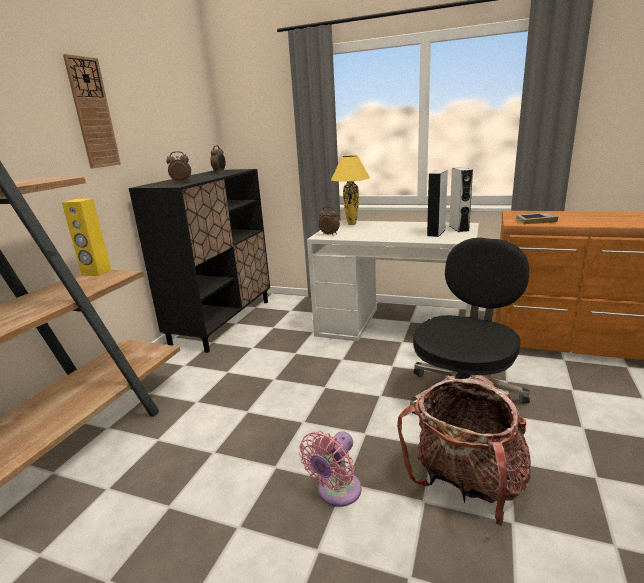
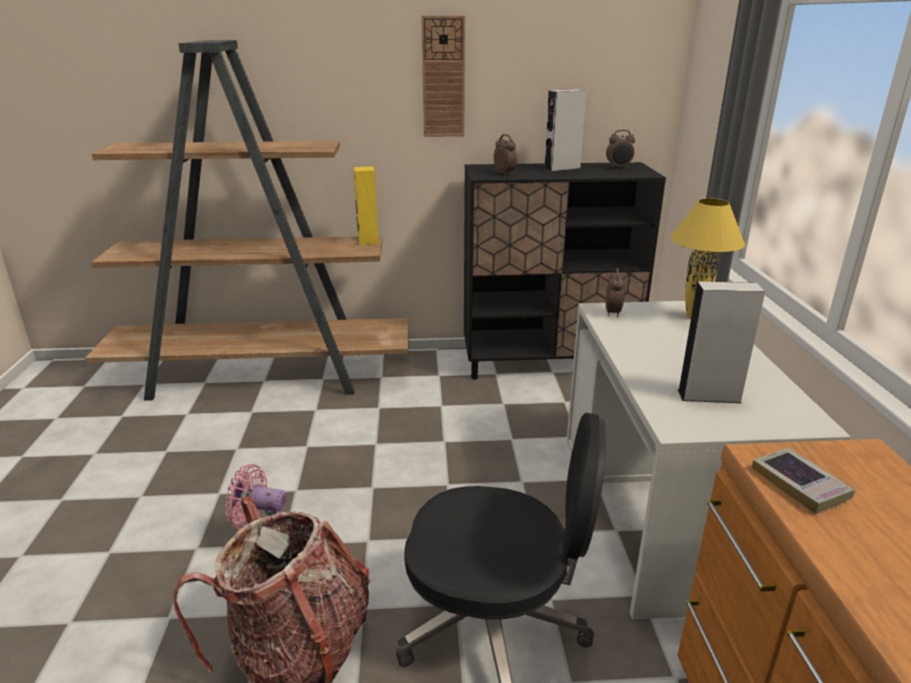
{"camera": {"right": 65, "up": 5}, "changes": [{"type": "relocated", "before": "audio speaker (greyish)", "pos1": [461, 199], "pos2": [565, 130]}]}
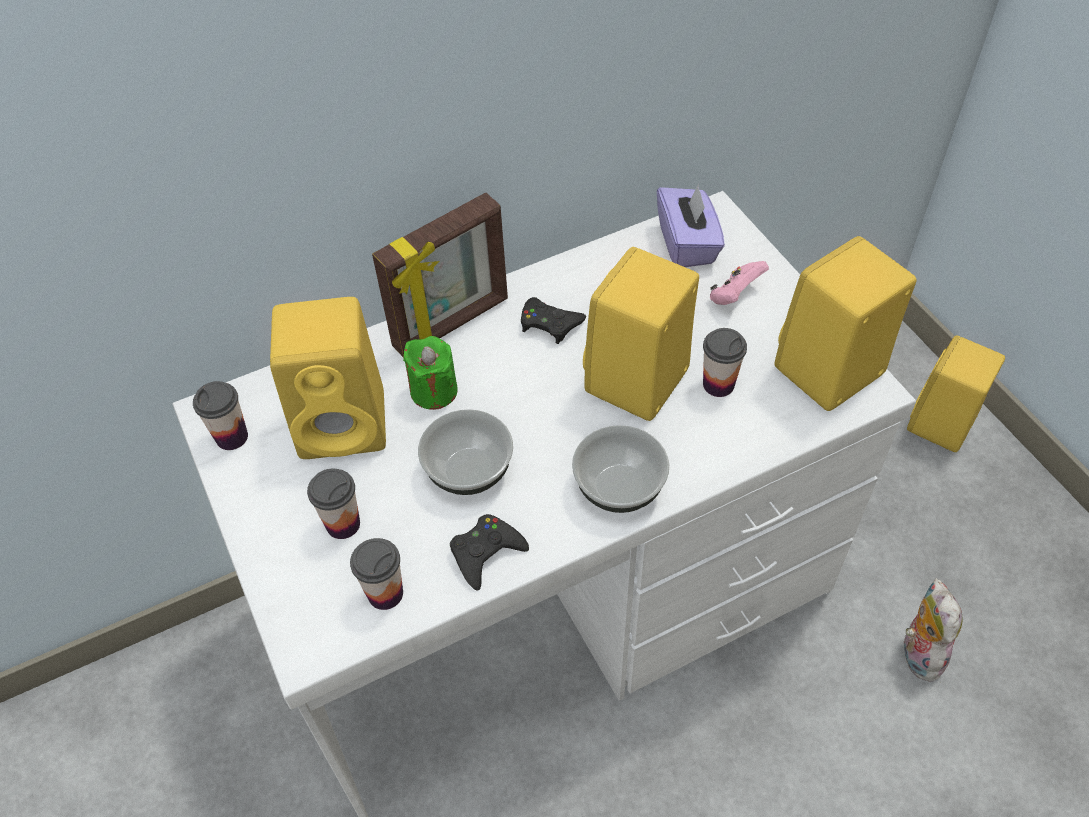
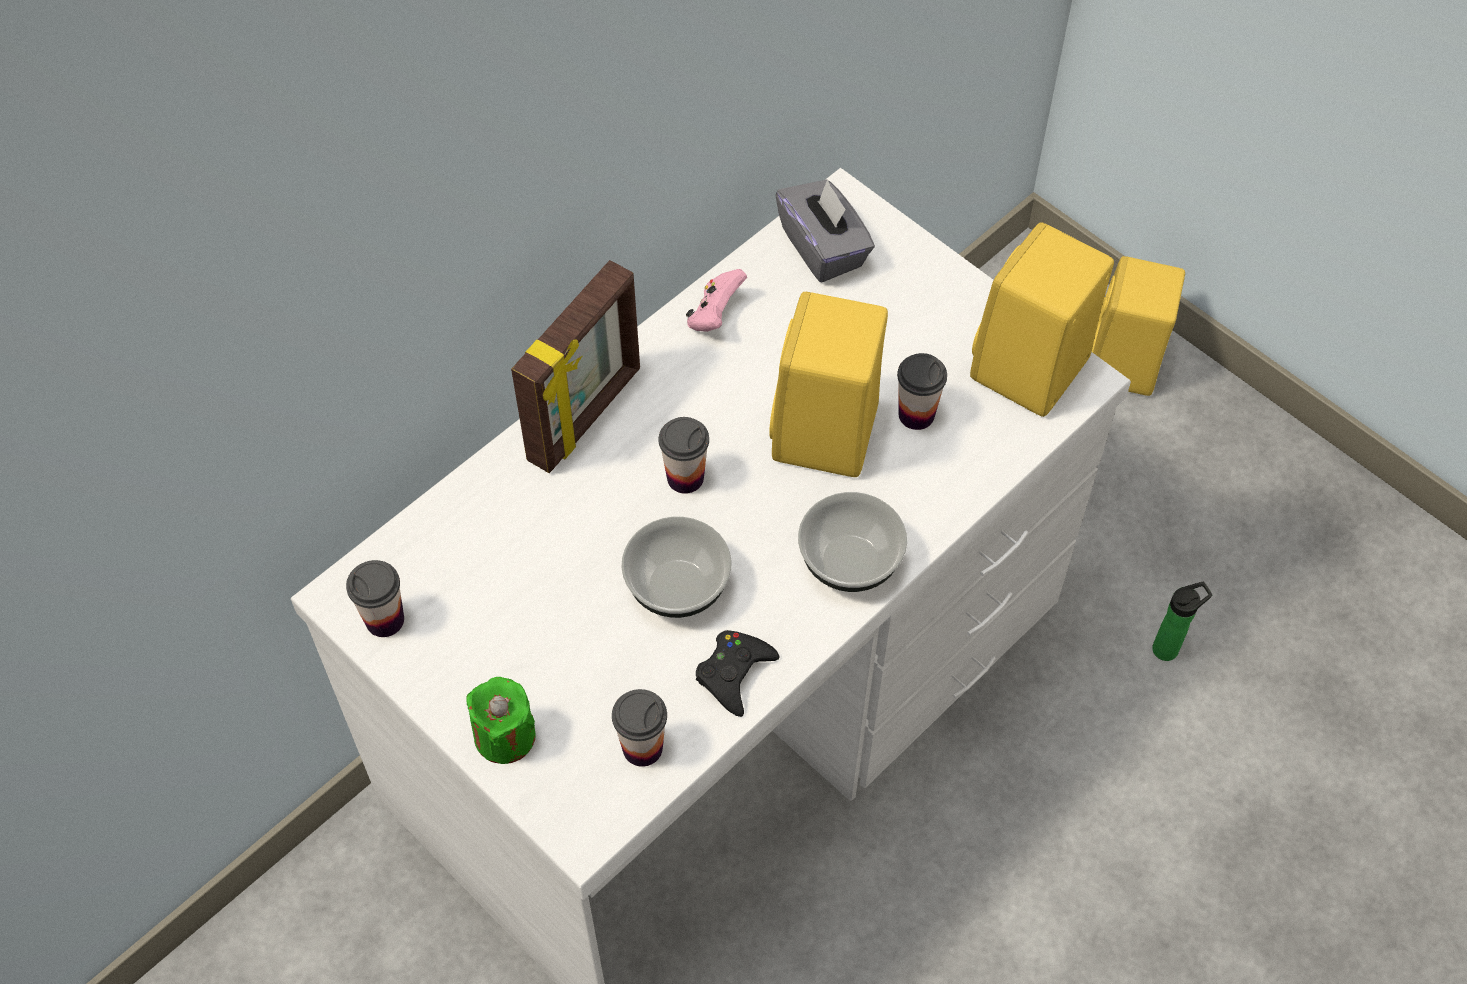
{"camera": {"right": -20, "up": 5}, "changes": [{"type": "colour", "before": "box of tissues (purple)", "after": "box of tissues (greyish)", "pos1": [691, 225], "pos2": [825, 230]}, {"type": "relocated", "before": "gamepad (pinkish)", "pos1": [739, 283], "pos2": [716, 300]}, {"type": "missing", "before": "audio speaker (yellowish)", "pos1": [328, 378]}, {"type": "missing", "before": "gamepad (blackish)", "pos1": [553, 320]}, {"type": "relocated", "before": "wax light (green-coloured)", "pos1": [430, 373], "pos2": [501, 720]}, {"type": "relocated", "before": "cup", "pos1": [333, 504], "pos2": [684, 455]}, {"type": "exchanged", "before": "cuddly toy", "after": "drink bottle", "pos1": [933, 630], "pos2": [1182, 621]}]}
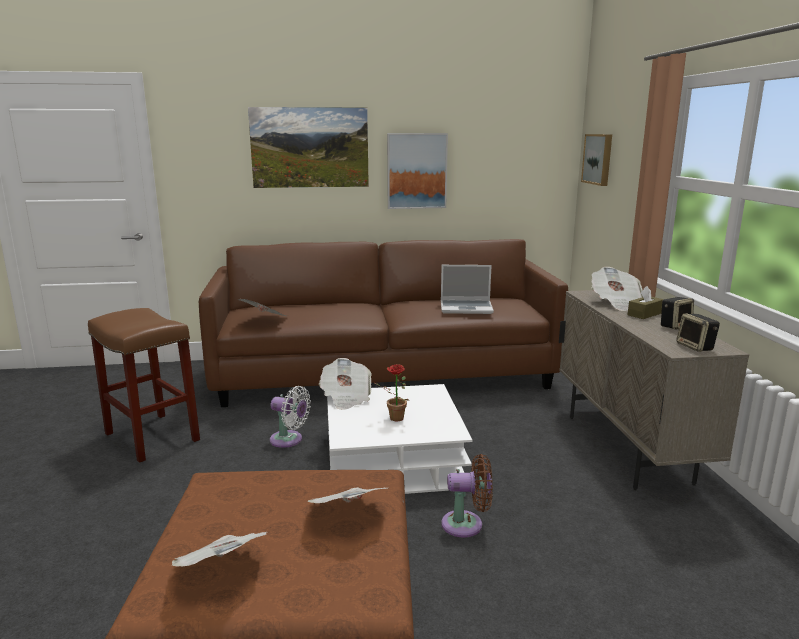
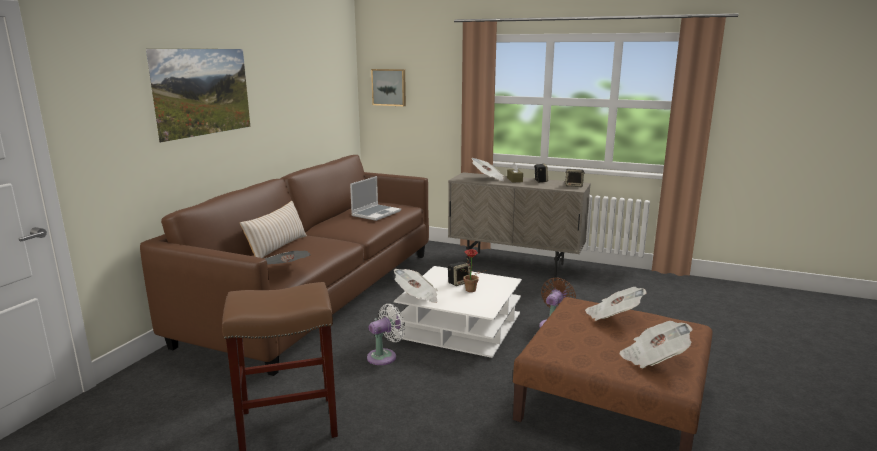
{"camera": {"right": -60, "up": 0}, "changes": [{"type": "missing", "before": "picture", "pos1": [417, 171]}, {"type": "appeared", "after": "cushion (sand-coloured)", "pos2": [273, 229]}, {"type": "appeared", "after": "audio speaker", "pos2": [459, 274]}]}
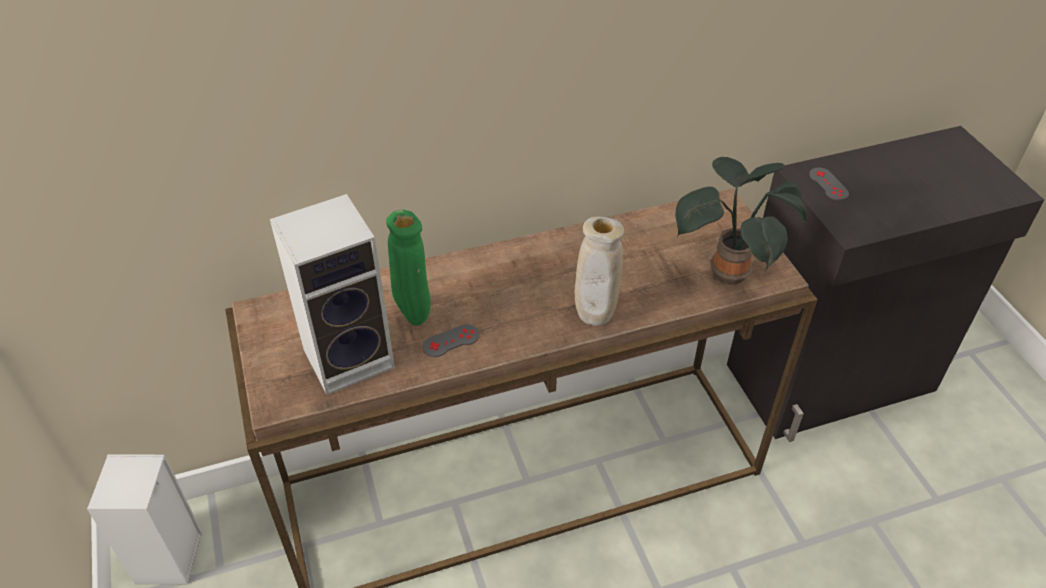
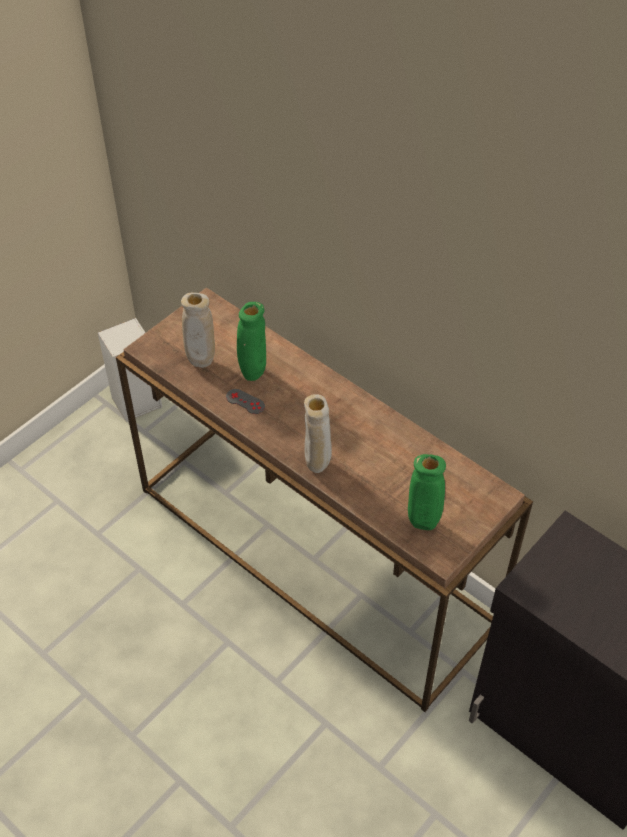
{"camera": {"right": 60, "up": 5}, "changes": [{"type": "exchanged", "before": "houseplant", "after": "flower vase (green-coloured)", "pos1": [741, 221], "pos2": [427, 492]}, {"type": "missing", "before": "gamepad (greyish)", "pos1": [829, 184]}, {"type": "exchanged", "before": "audio speaker", "after": "flower vase (sand-coloured)", "pos1": [332, 294], "pos2": [198, 330]}]}
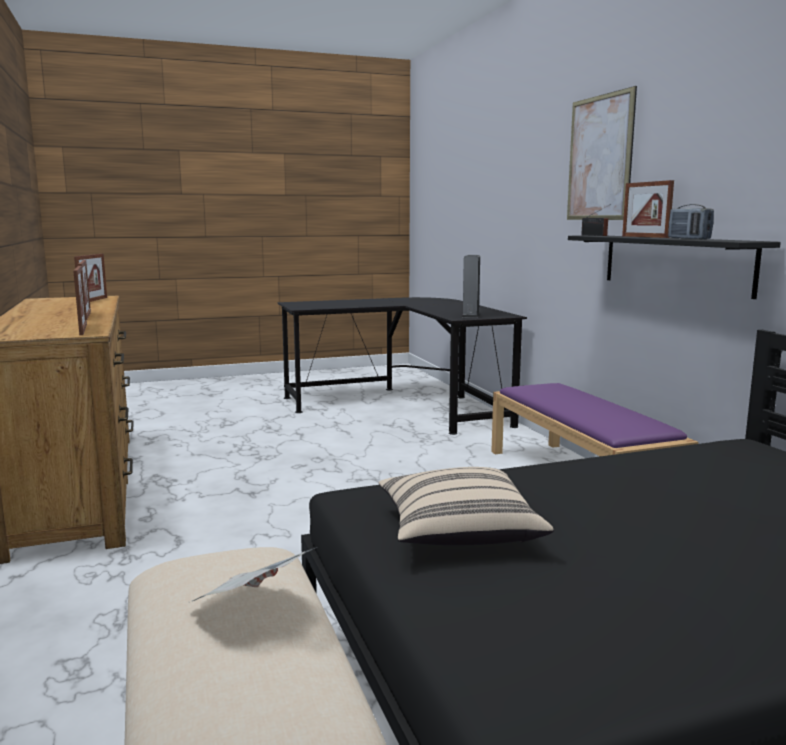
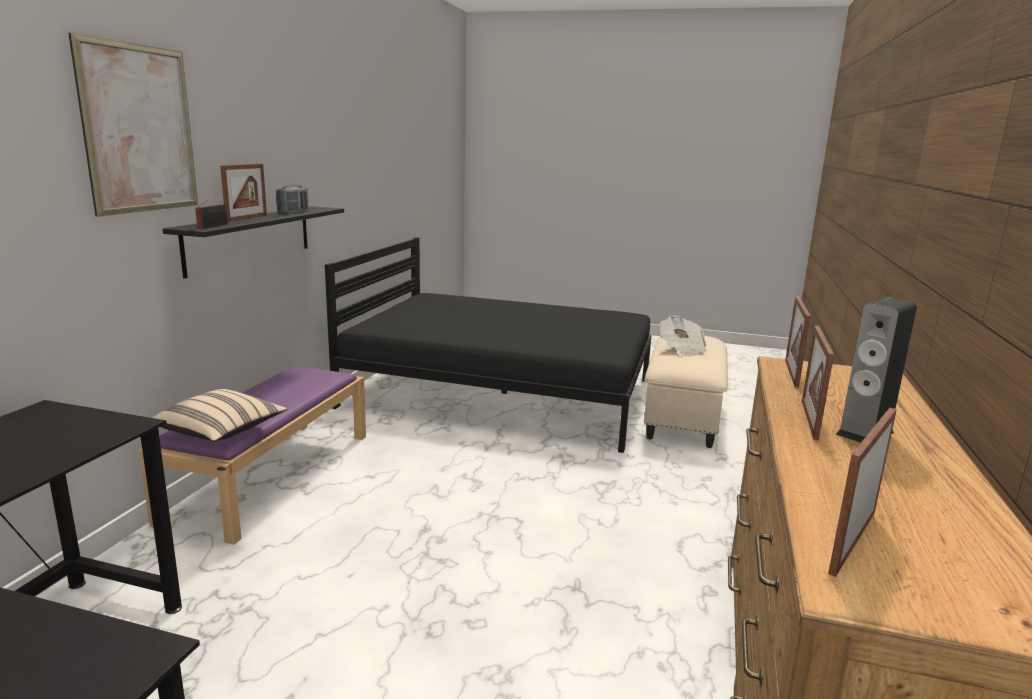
{"camera": {"right": -145, "up": 5}, "changes": [{"type": "relocated", "before": "audio speaker", "pos1": [471, 286], "pos2": [876, 370]}, {"type": "relocated", "before": "cushion (sand-coloured)", "pos1": [466, 506], "pos2": [219, 415]}]}
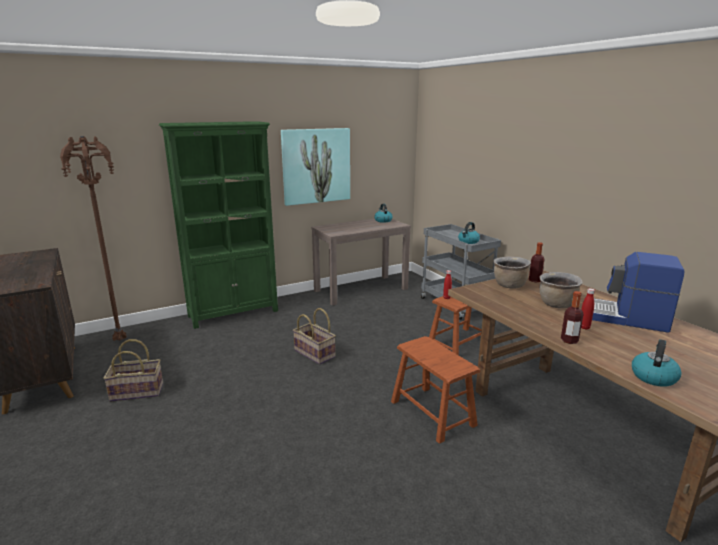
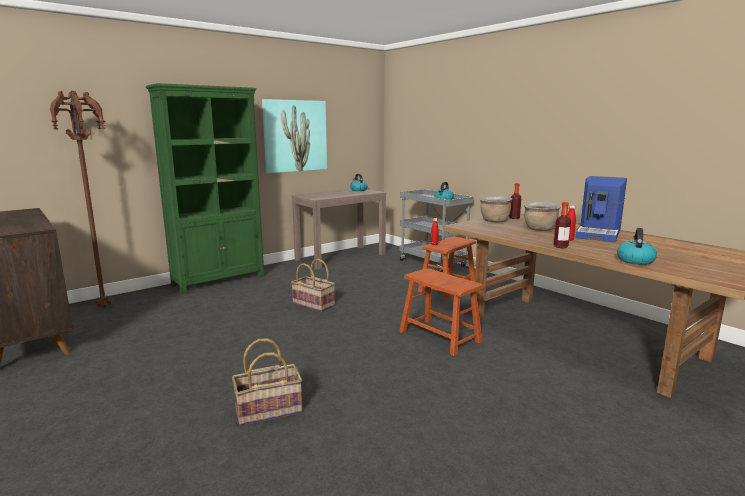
{"camera": {"right": -10, "up": -5}, "changes": [{"type": "spun", "before": "coffee machine", "pos1": [638, 292], "pos2": [601, 209], "turn": -75}, {"type": "relocated", "before": "storage basket", "pos1": [133, 370], "pos2": [267, 382]}]}
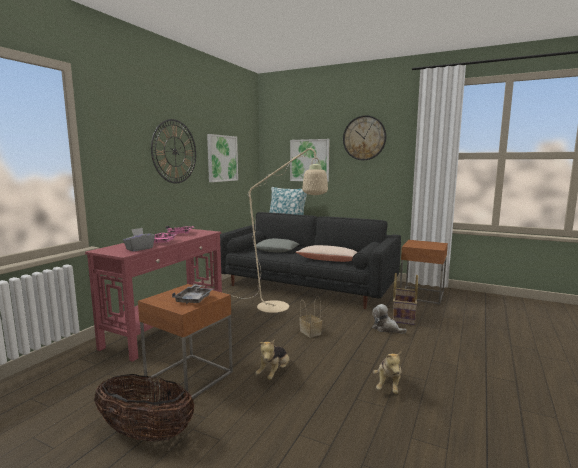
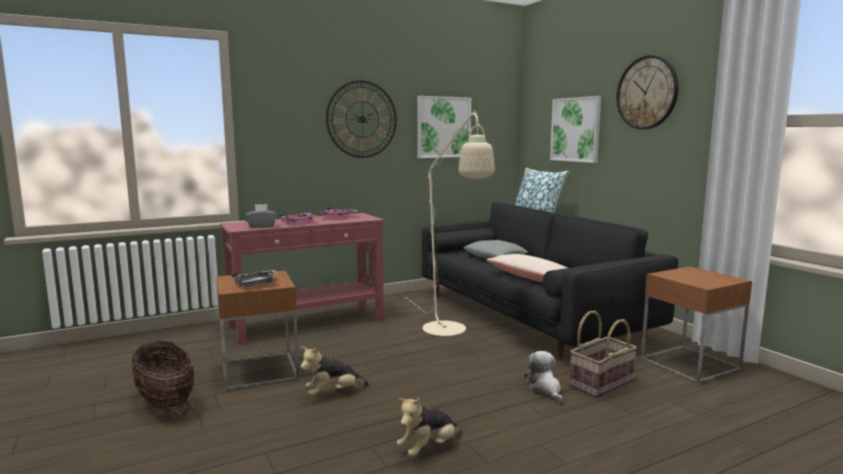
{"camera": {"right": 35, "up": 0}, "changes": [{"type": "missing", "before": "storage basket", "pos1": [310, 317]}]}
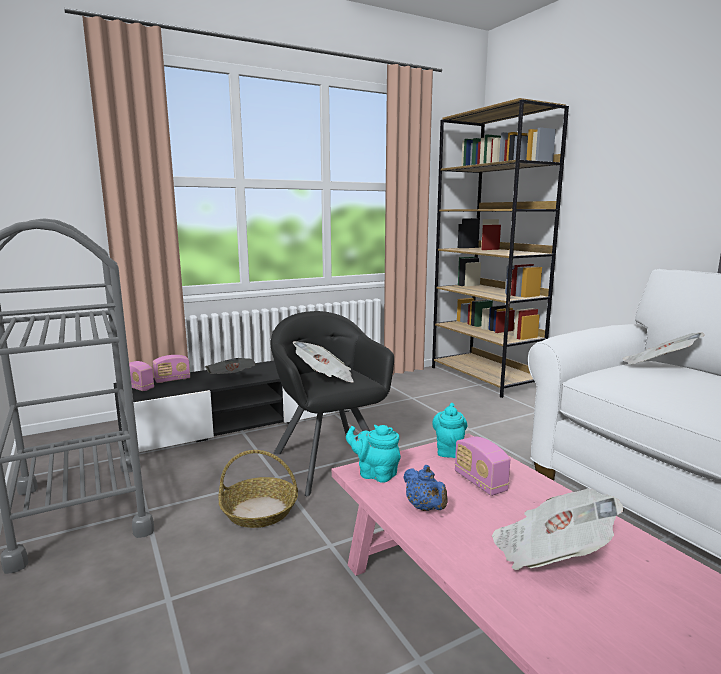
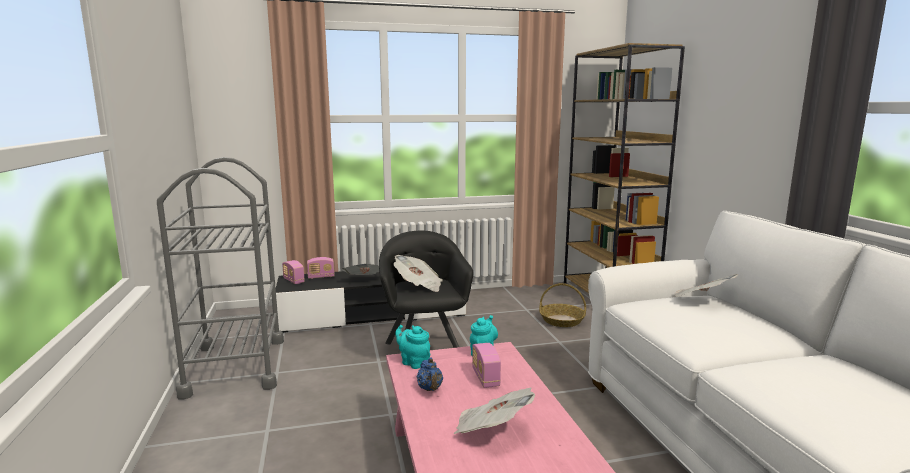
{"camera": {"right": 15, "up": 0}, "changes": [{"type": "relocated", "before": "storage basket", "pos1": [258, 489], "pos2": [562, 305]}]}
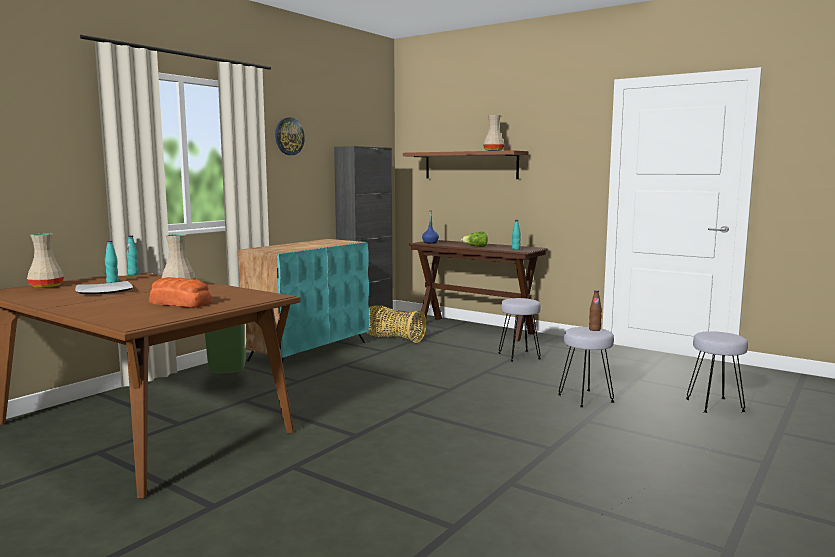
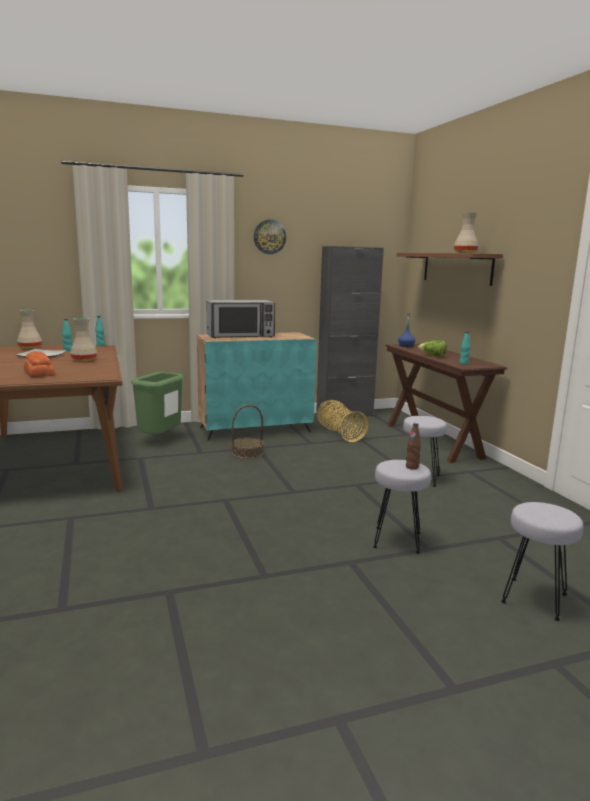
{"camera": {"right": 35, "up": 5}, "changes": [{"type": "appeared", "after": "kitchen microwave", "pos2": [240, 319]}, {"type": "appeared", "after": "storage basket", "pos2": [247, 432]}]}
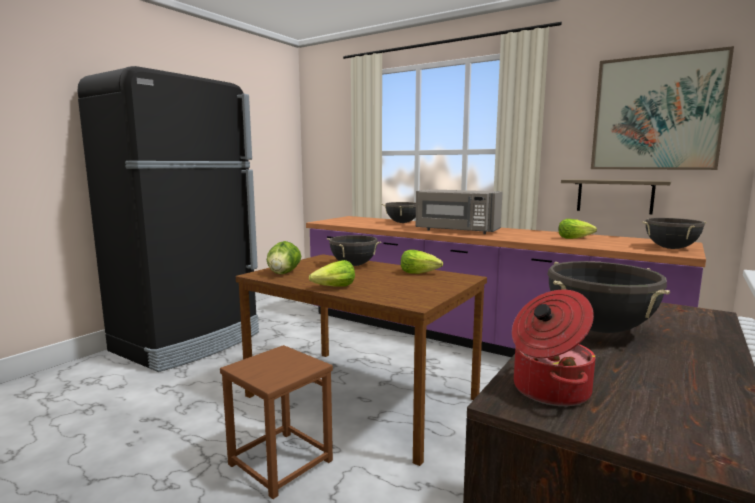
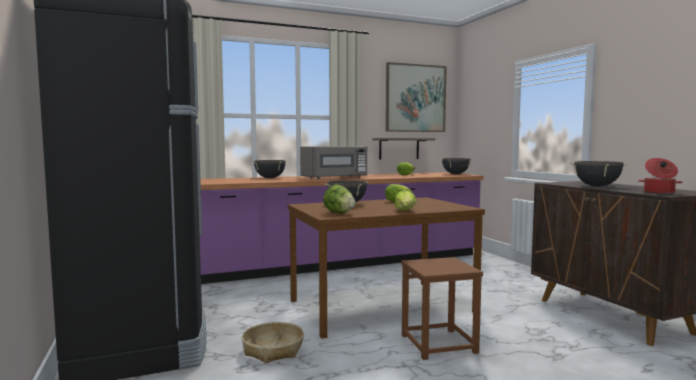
{"camera": {"right": -55, "up": -5}, "changes": [{"type": "appeared", "after": "storage basket", "pos2": [273, 342]}]}
